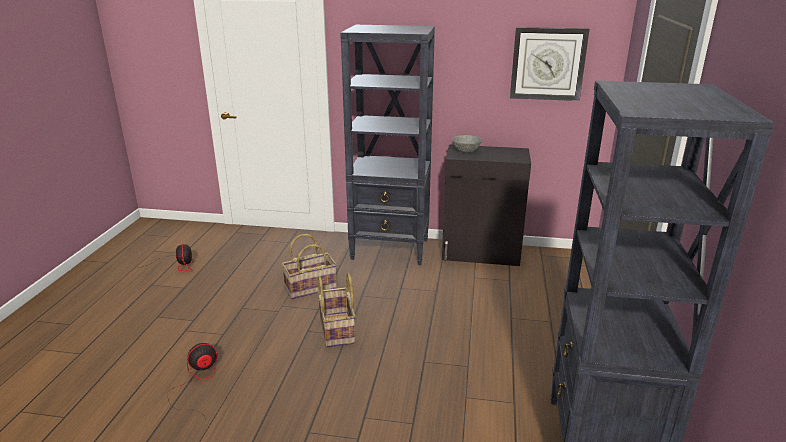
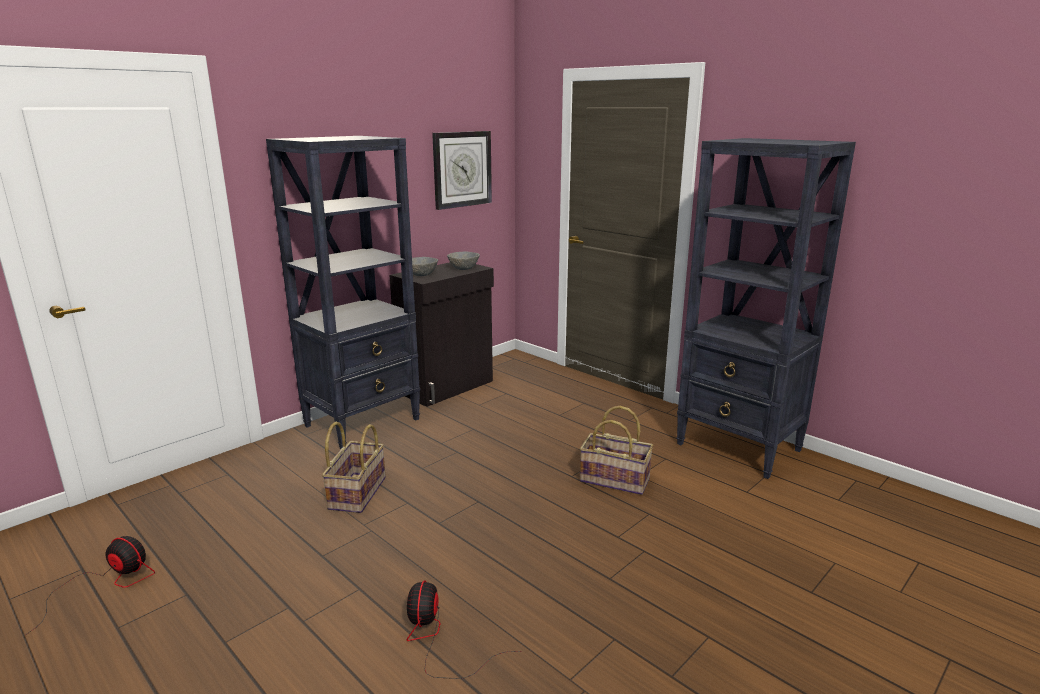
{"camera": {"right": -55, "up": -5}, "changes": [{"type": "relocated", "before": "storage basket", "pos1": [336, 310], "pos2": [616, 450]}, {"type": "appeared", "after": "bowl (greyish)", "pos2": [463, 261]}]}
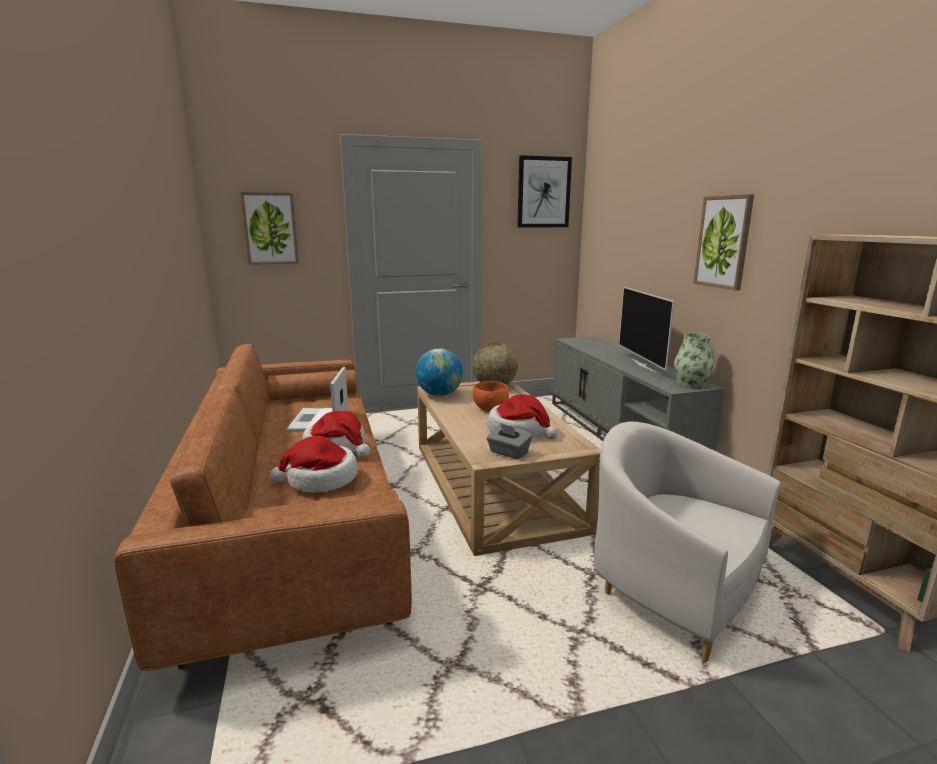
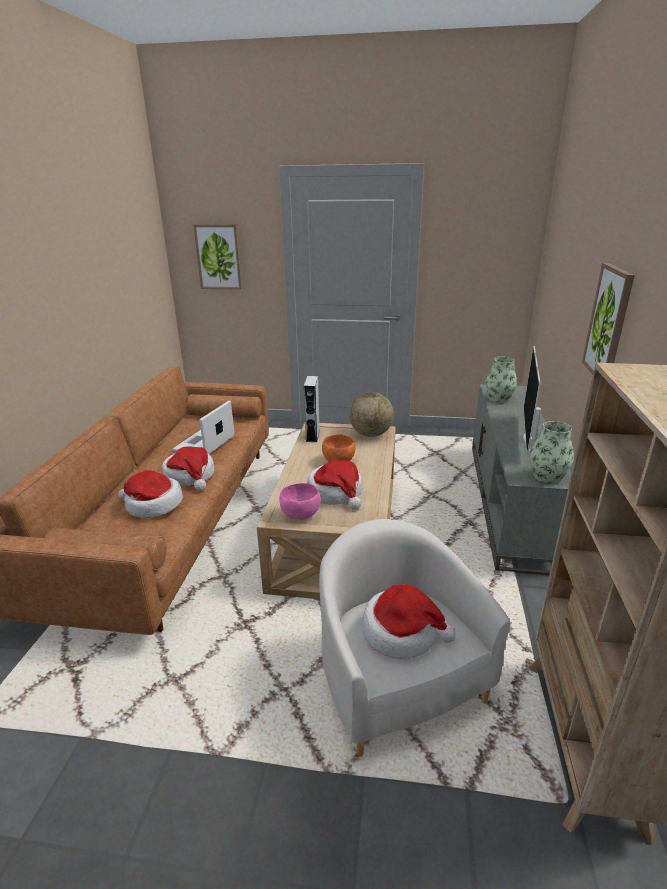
{"camera": {"right": 25, "up": 10}, "changes": [{"type": "missing", "before": "picture", "pos1": [544, 191]}, {"type": "exchanged", "before": "globe", "after": "audio speaker (greyish)", "pos1": [439, 372], "pos2": [312, 409]}, {"type": "exchanged", "before": "box of tissues (greyish)", "after": "bowl (pinkish)", "pos1": [509, 441], "pos2": [300, 501]}, {"type": "appeared", "after": "flower vase", "pos2": [501, 379]}, {"type": "appeared", "after": "clothing hat", "pos2": [409, 621]}]}
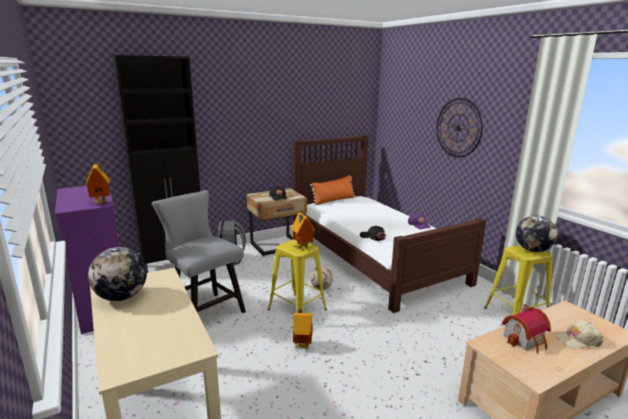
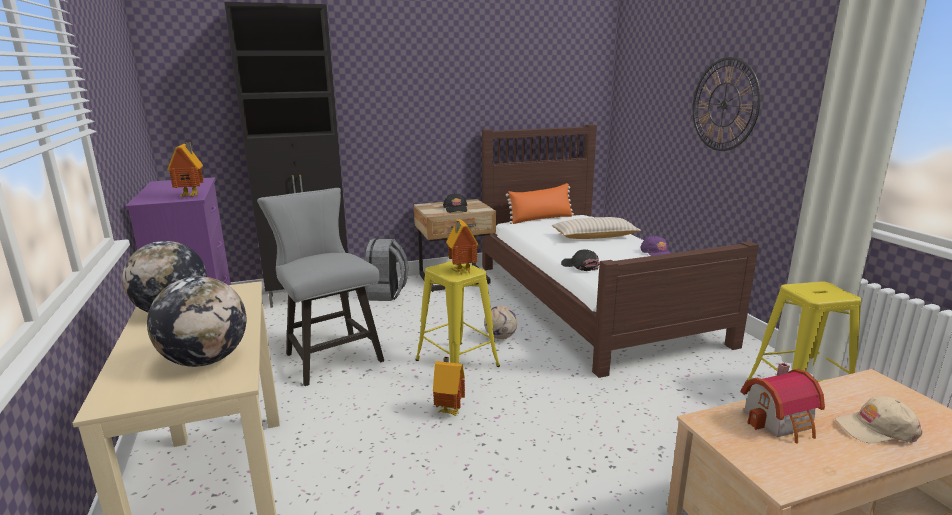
{"camera": {"right": 10, "up": 0}, "changes": [{"type": "relocated", "before": "globe", "pos1": [536, 233], "pos2": [196, 321]}, {"type": "appeared", "after": "cushion (sand-coloured)", "pos2": [596, 228]}]}
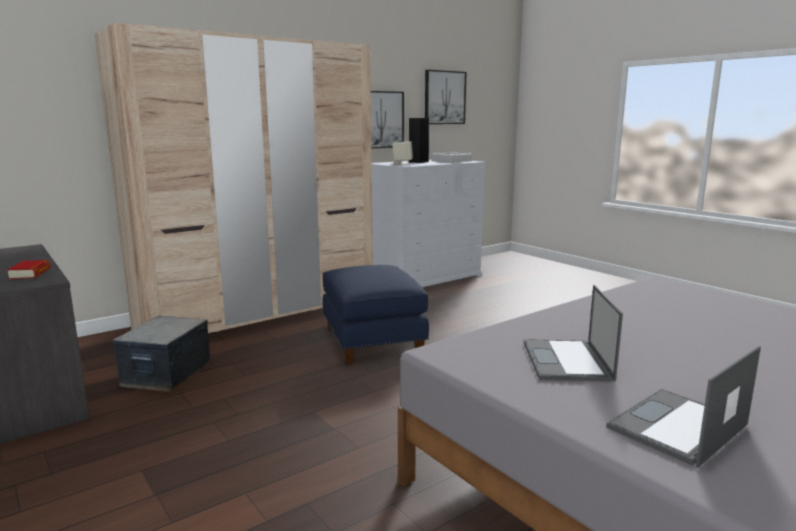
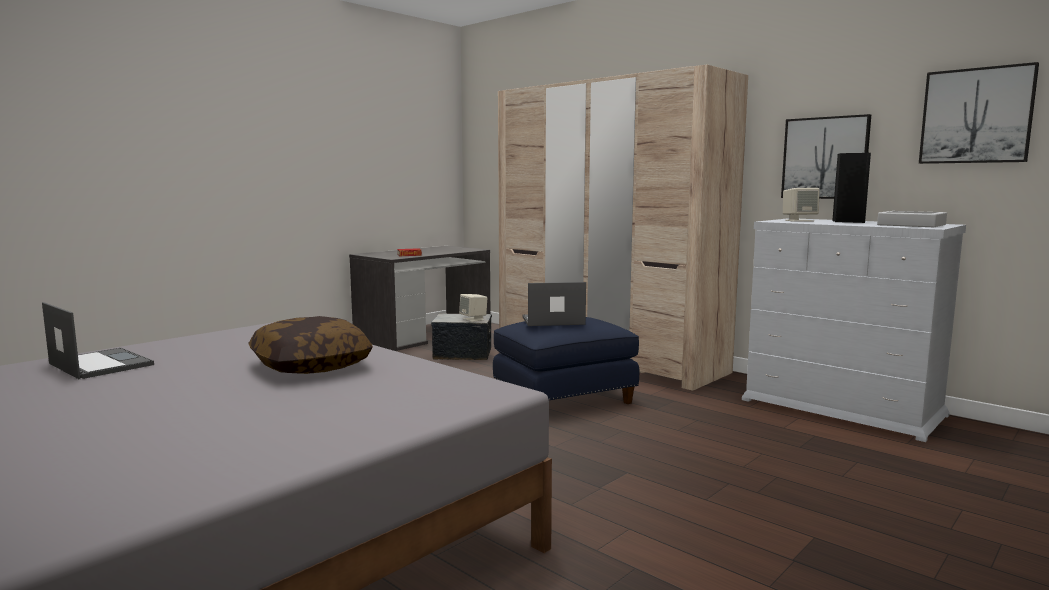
{"camera": {"right": 80, "up": -5}, "changes": [{"type": "relocated", "before": "notebook computer", "pos1": [573, 333], "pos2": [554, 304]}, {"type": "appeared", "after": "audio speaker (sand-coloured)", "pos2": [473, 308]}, {"type": "appeared", "after": "cushion", "pos2": [310, 345]}]}
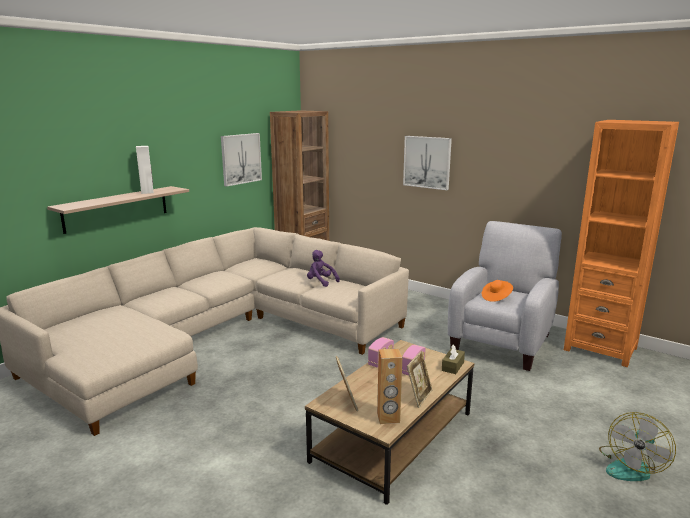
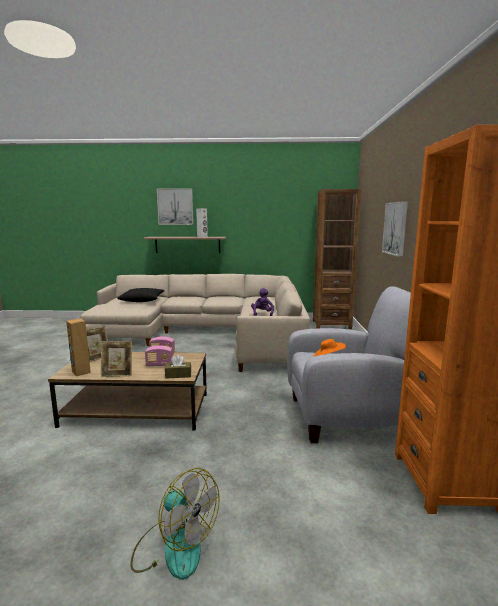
{"camera": {"right": 55, "up": -5}, "changes": [{"type": "relocated", "before": "picture", "pos1": [241, 160], "pos2": [175, 206]}, {"type": "spun", "before": "fan", "pos1": [637, 446], "pos2": [175, 524], "turn": -150}, {"type": "appeared", "after": "cushion (blackish)", "pos2": [141, 295]}]}
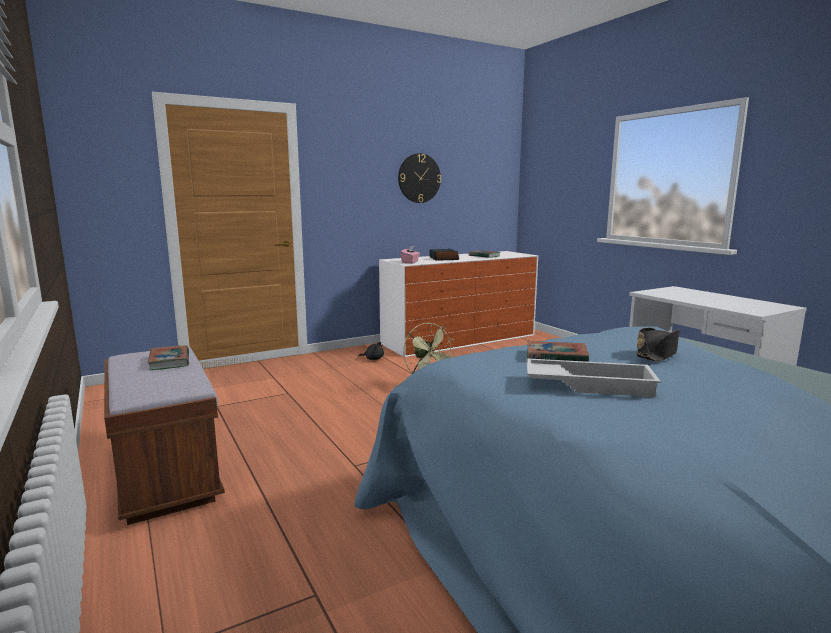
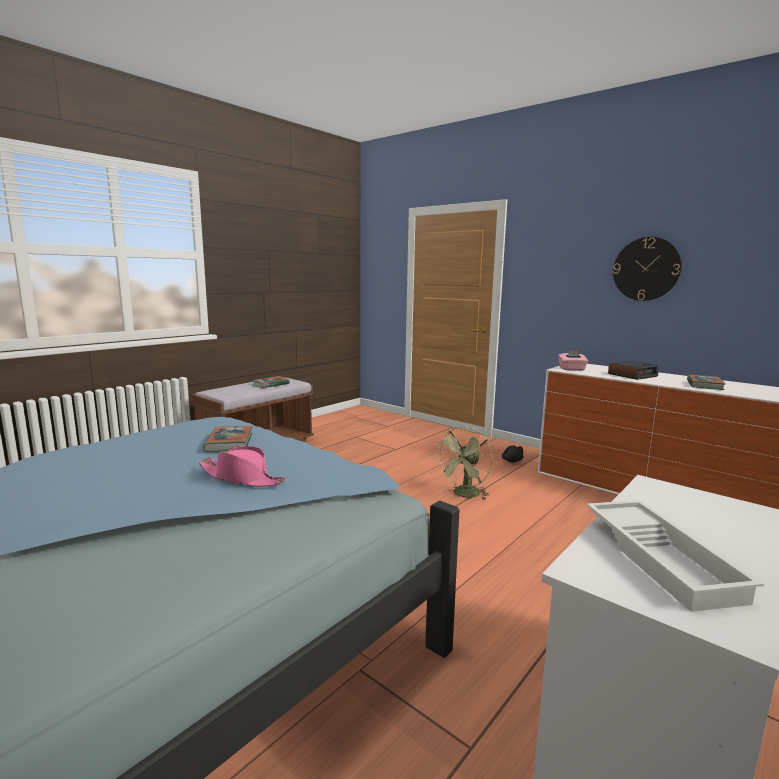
{"camera": {"right": 70, "up": 0}, "changes": [{"type": "colour", "before": "clothing hat (blackish)", "after": "clothing hat (pinkish)", "pos1": [658, 344], "pos2": [242, 466]}, {"type": "relocated", "before": "carrying tray (white)", "pos1": [593, 377], "pos2": [675, 556]}]}
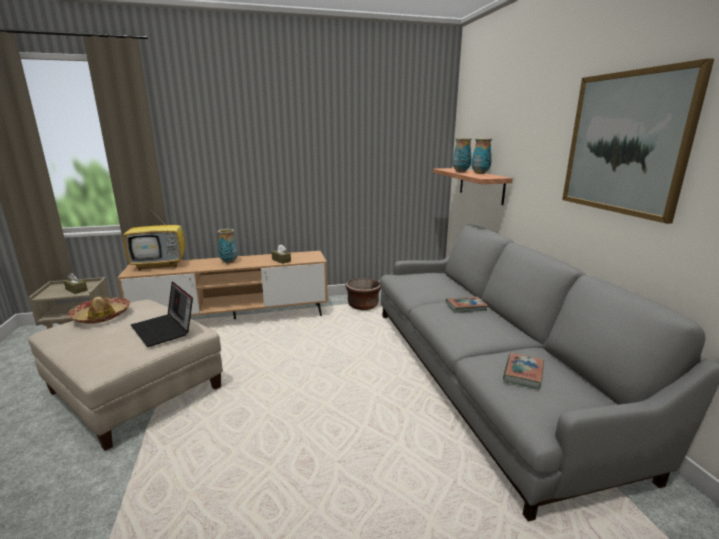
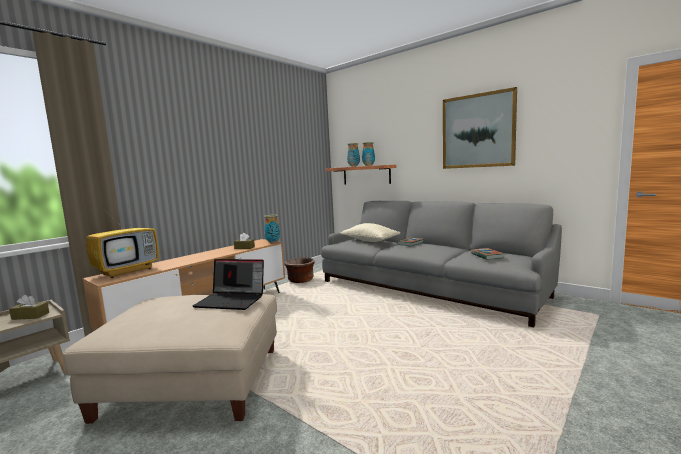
{"camera": {"right": -35, "up": -10}, "changes": [{"type": "relocated", "before": "flower vase", "pos1": [228, 246], "pos2": [272, 229]}, {"type": "missing", "before": "clothing hat", "pos1": [99, 310]}, {"type": "appeared", "after": "cushion (sand-coloured)", "pos2": [370, 232]}]}
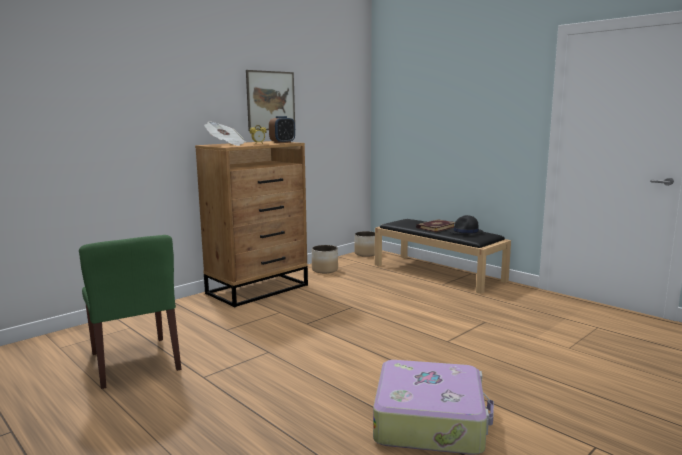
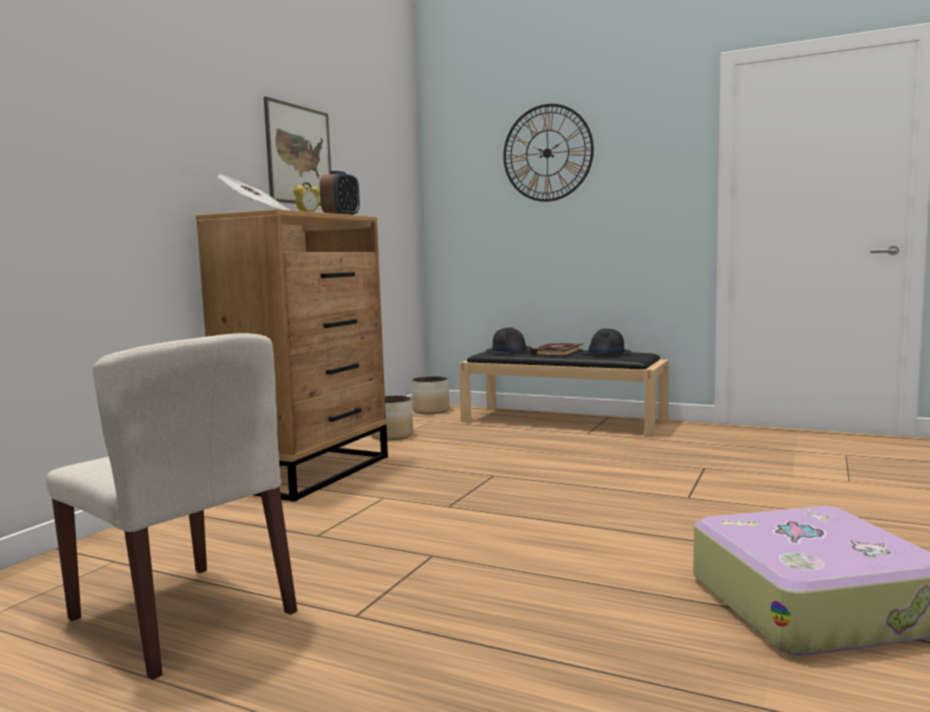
{"camera": {"right": -20, "up": -5}, "changes": [{"type": "colour", "before": "plain chair (green-coloured)", "after": "plain chair (sand-coloured)", "pos1": [130, 312], "pos2": [171, 506]}, {"type": "appeared", "after": "wall clock", "pos2": [548, 153]}, {"type": "appeared", "after": "clothing hat (blackish)", "pos2": [509, 341]}]}
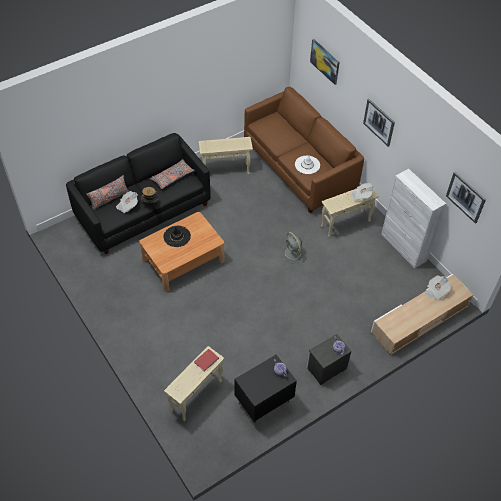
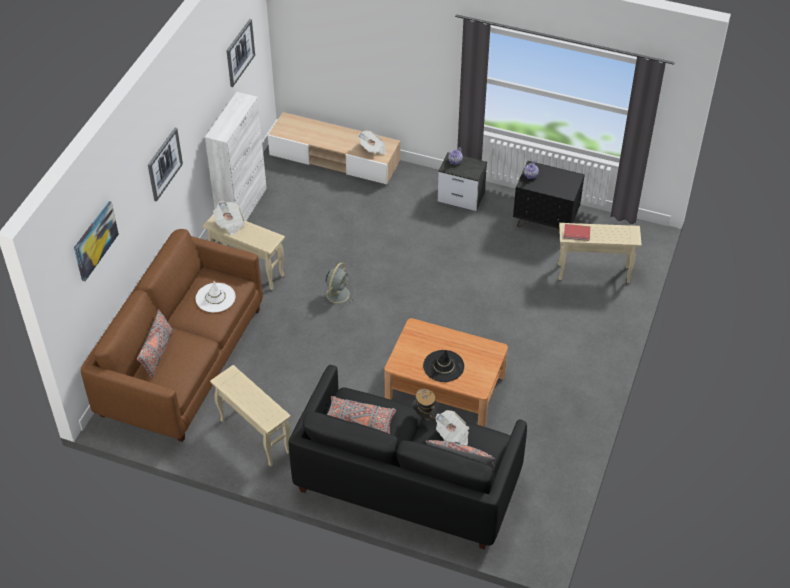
{"camera": {"right": -125, "up": -5}, "changes": [{"type": "relocated", "before": "printed paper", "pos1": [438, 288], "pos2": [372, 143]}, {"type": "appeared", "after": "cushion (greyish)", "pos2": [155, 343]}]}
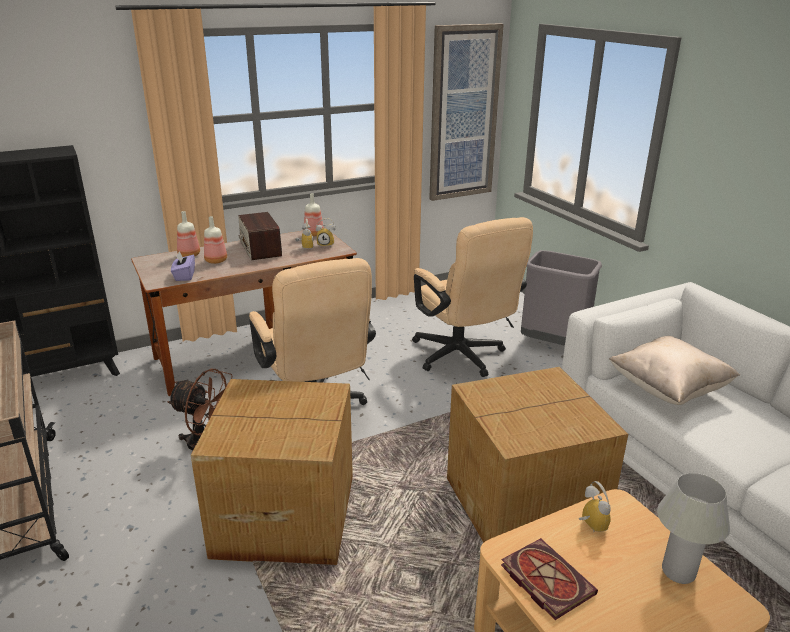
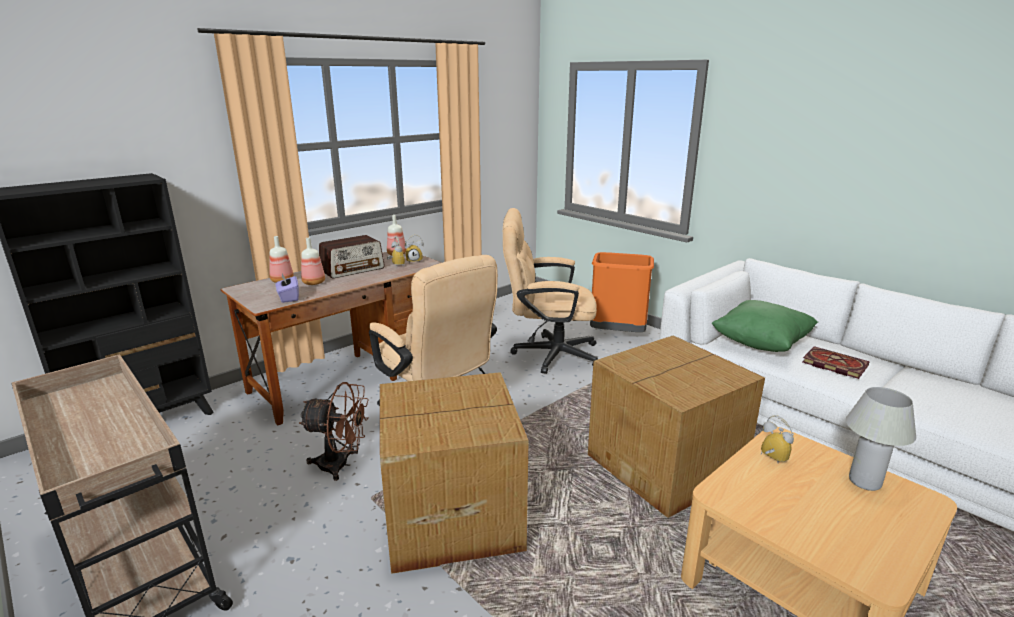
{"camera": {"right": -15, "up": -5}, "changes": [{"type": "missing", "before": "picture", "pos1": [466, 112]}, {"type": "spun", "before": "radio set", "pos1": [260, 236], "pos2": [352, 257], "turn": -90}, {"type": "spun", "before": "office chair (sand-coloured)", "pos1": [472, 297], "pos2": [550, 291], "turn": 135}, {"type": "colour", "before": "waste bin (greyish)", "after": "waste bin (orange)", "pos1": [561, 298], "pos2": [622, 292]}, {"type": "colour", "before": "cushion (sand-coloured)", "after": "cushion (green-coloured)", "pos1": [674, 370], "pos2": [765, 326]}, {"type": "relocated", "before": "volume", "pos1": [549, 579], "pos2": [836, 362]}]}
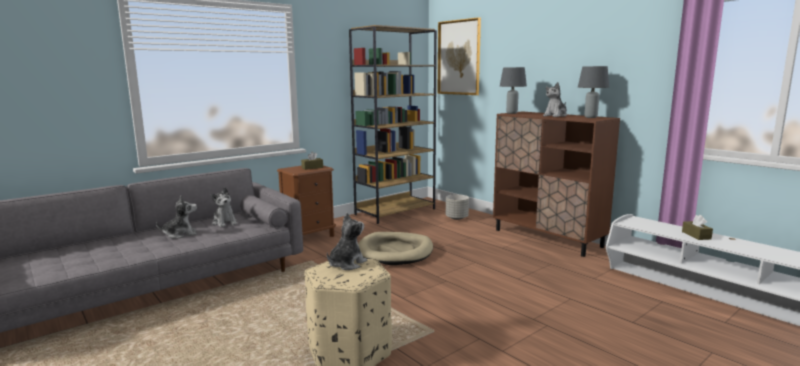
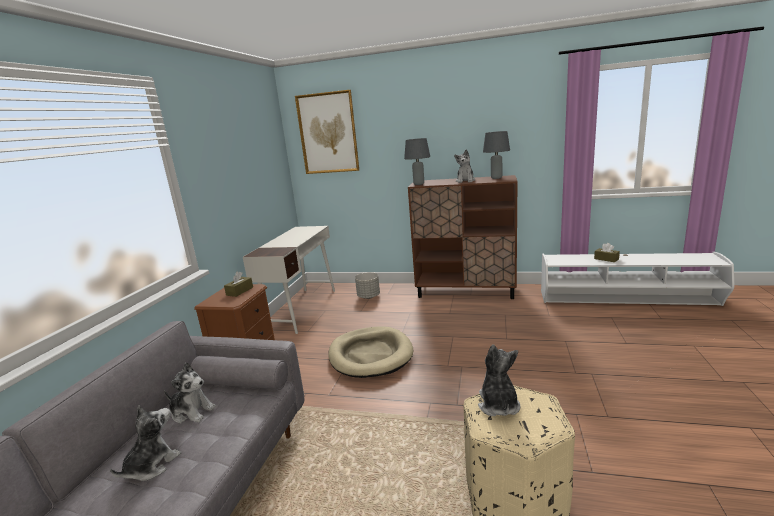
{"camera": {"right": -35, "up": 5}, "changes": [{"type": "exchanged", "before": "shelving unit (brown)", "after": "desk (white)", "pos1": [393, 124], "pos2": [289, 280]}]}
